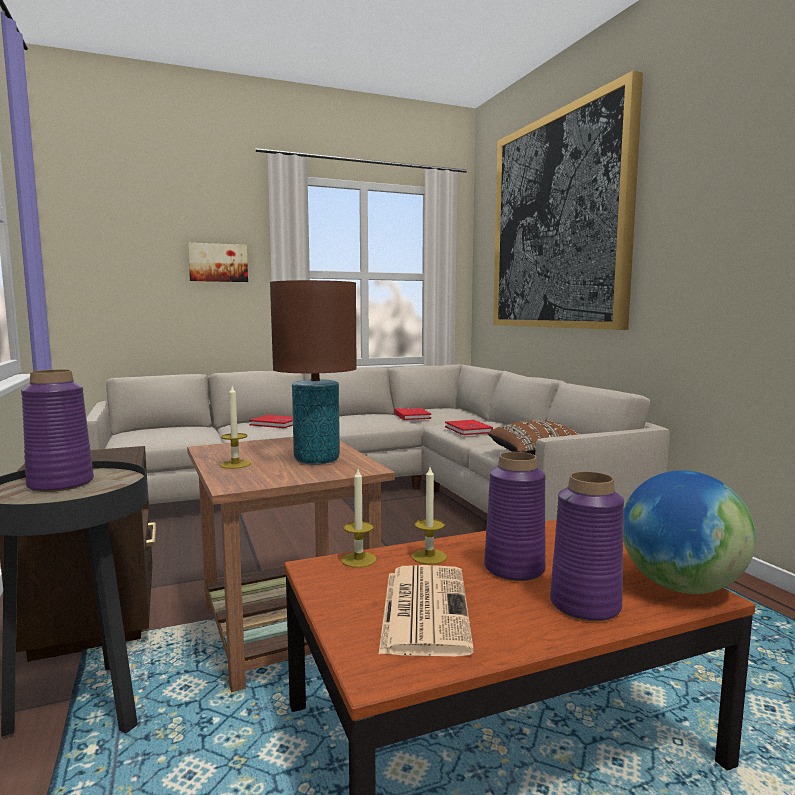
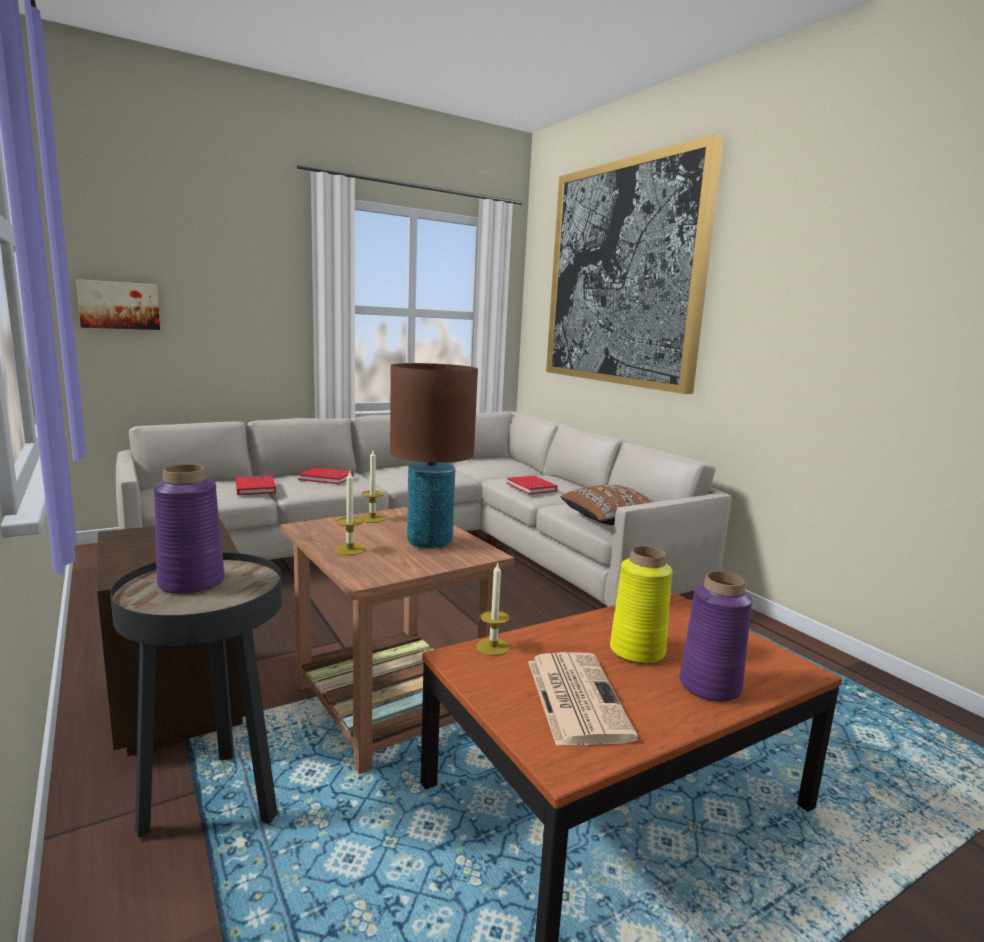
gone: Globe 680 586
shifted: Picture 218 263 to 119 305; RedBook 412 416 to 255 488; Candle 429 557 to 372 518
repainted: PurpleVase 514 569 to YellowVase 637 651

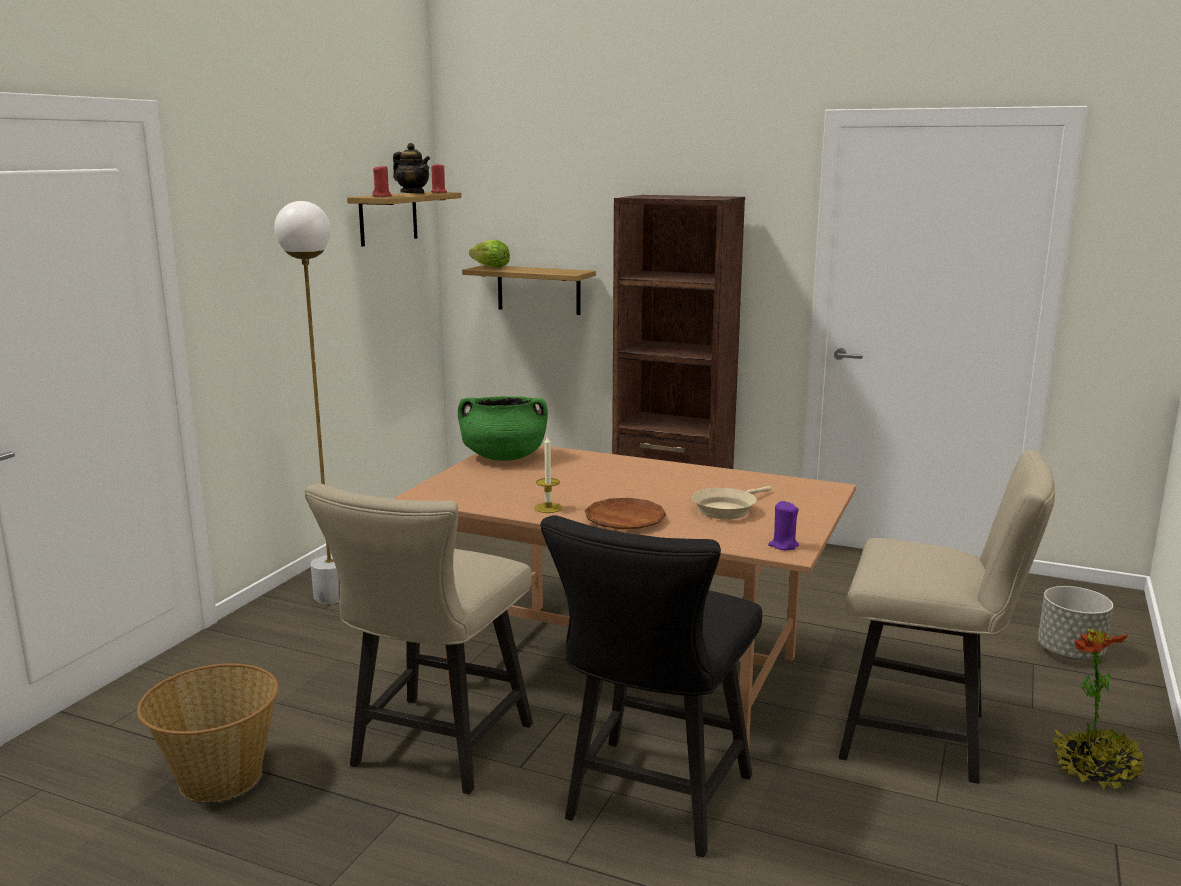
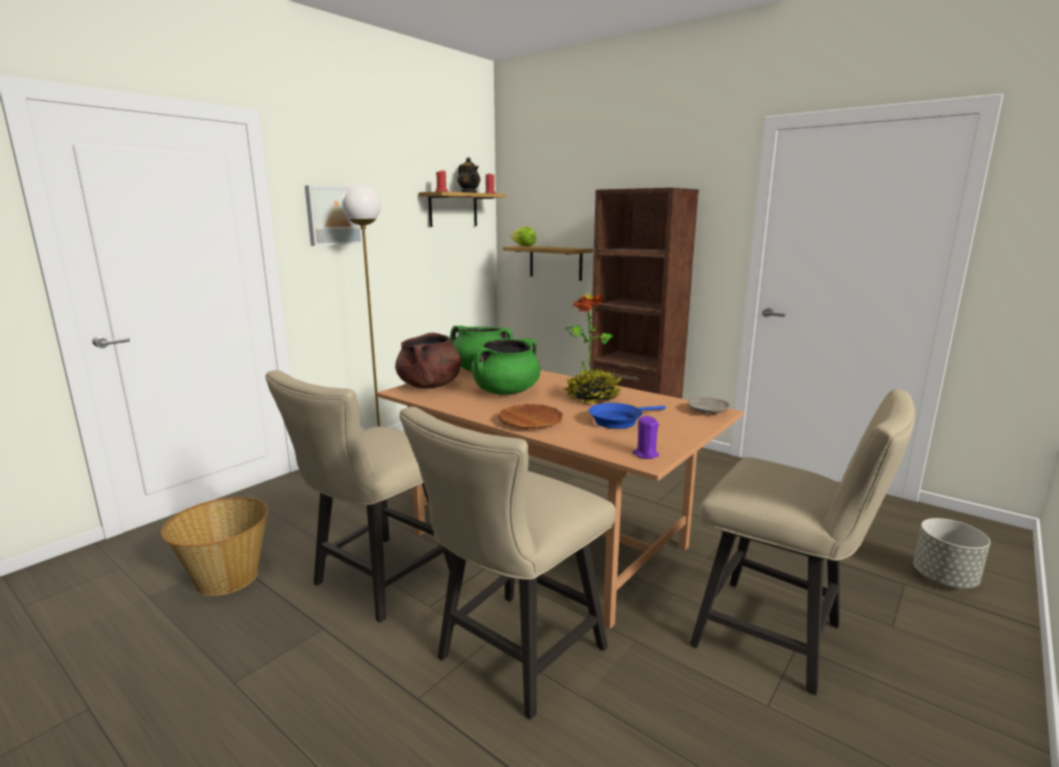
gone: Candle 548 508
new: Picture 333 216; BrownCookingPot 429 385; GreenCookingPot 506 391; BeigePlate 707 411
shifted: PottedPlant 1095 770 to 592 398
repainted: BeigeFryingPan 727 509 to BlueFryingPan 619 421; BlackChair 652 804 to BeigeChair 513 658

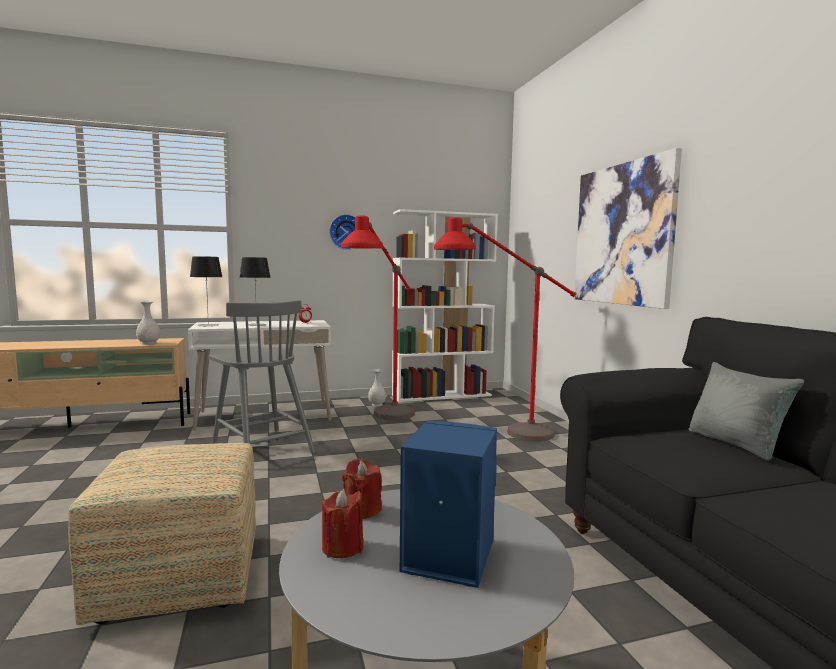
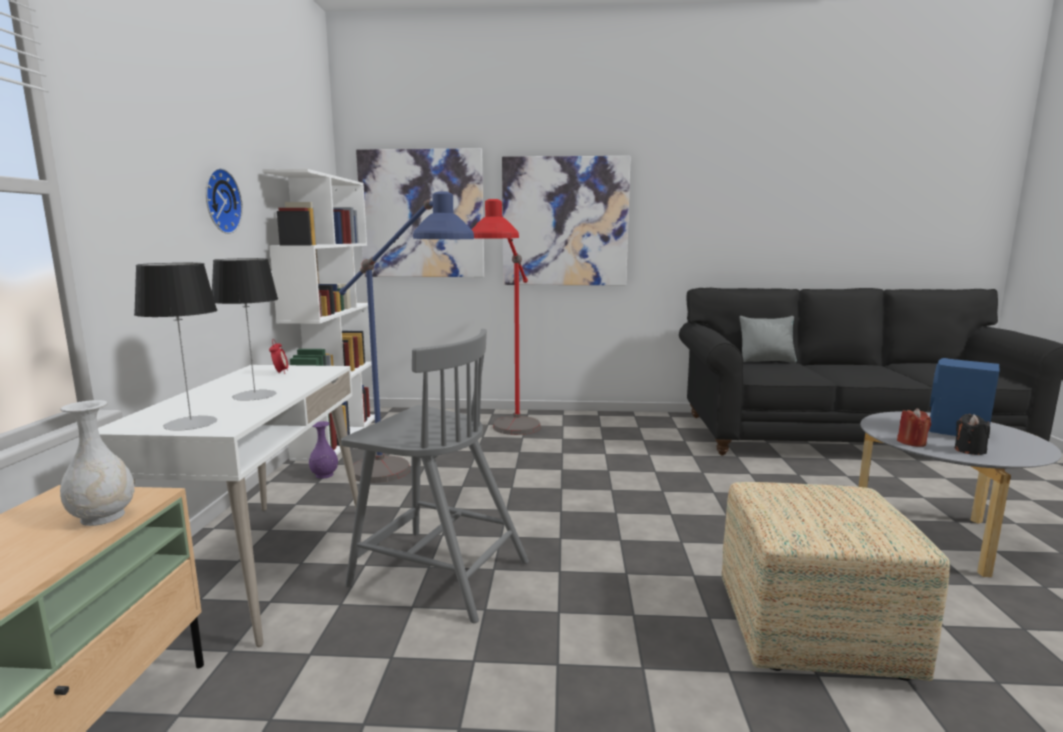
new: Picture 422 214
repainted: RedFloorLamp 382 422 to BlueFloorLamp 407 481; WhiteVase 377 404 to PurpleVase 324 475; RedCandle 342 547 to BlackCandle 969 450
rotated: GreyChair 262 448 = 437 572 45 degrees clockwise

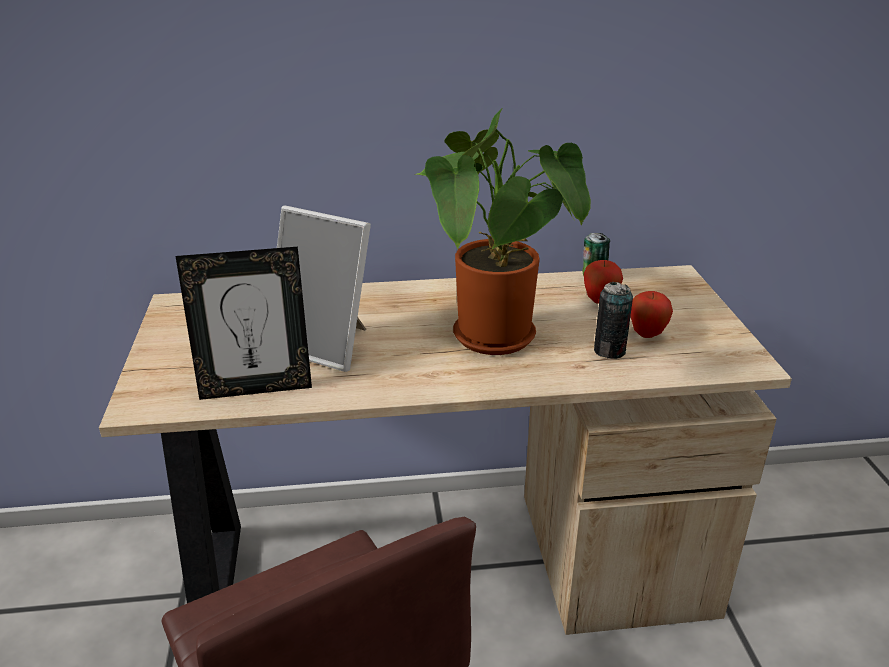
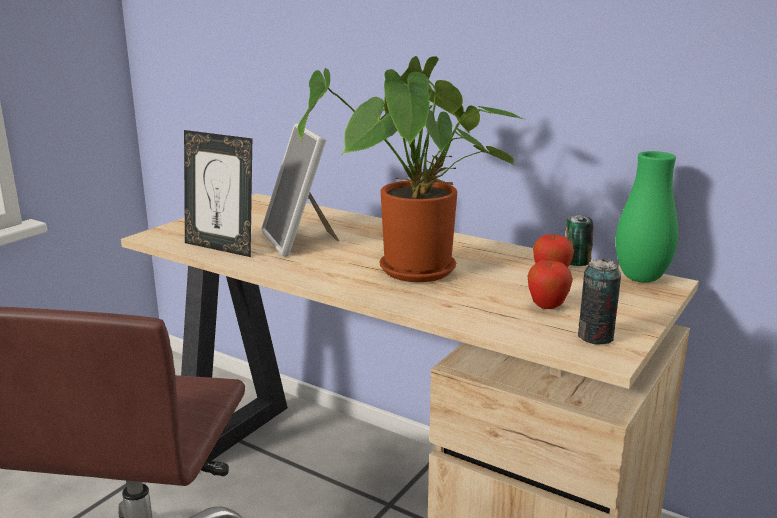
new: GreenVase 641 278
shifted: Can 609 351 to 595 337

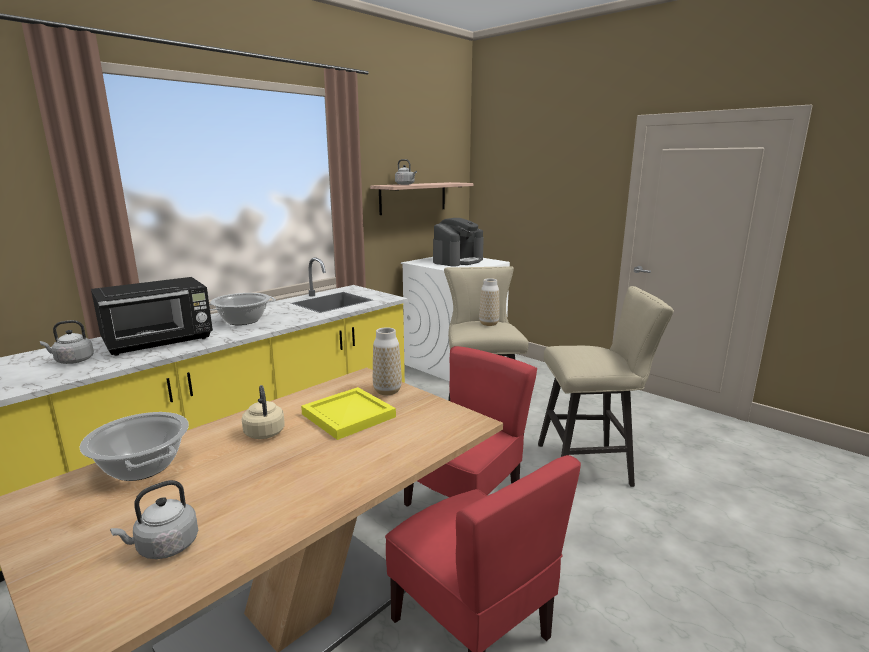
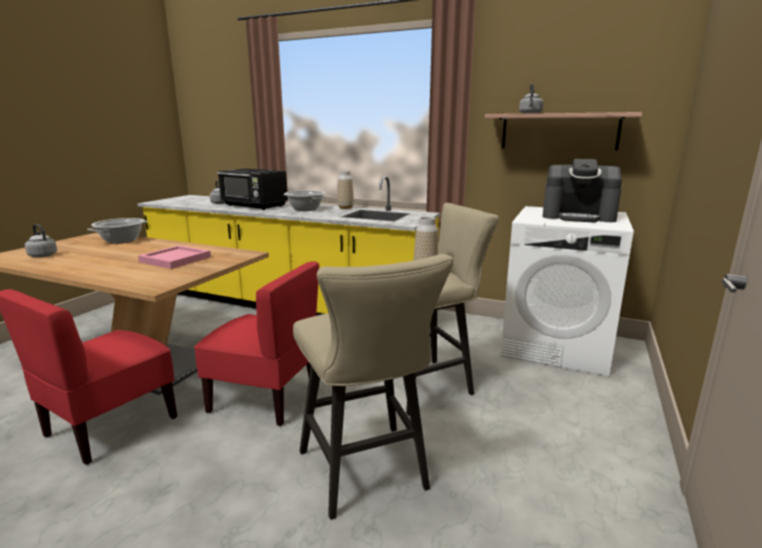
gone: BeigeKettle 264 432
shifted: Vase 387 391 to 345 208
repainted: YellowTray 349 415 to PinkTray 176 259

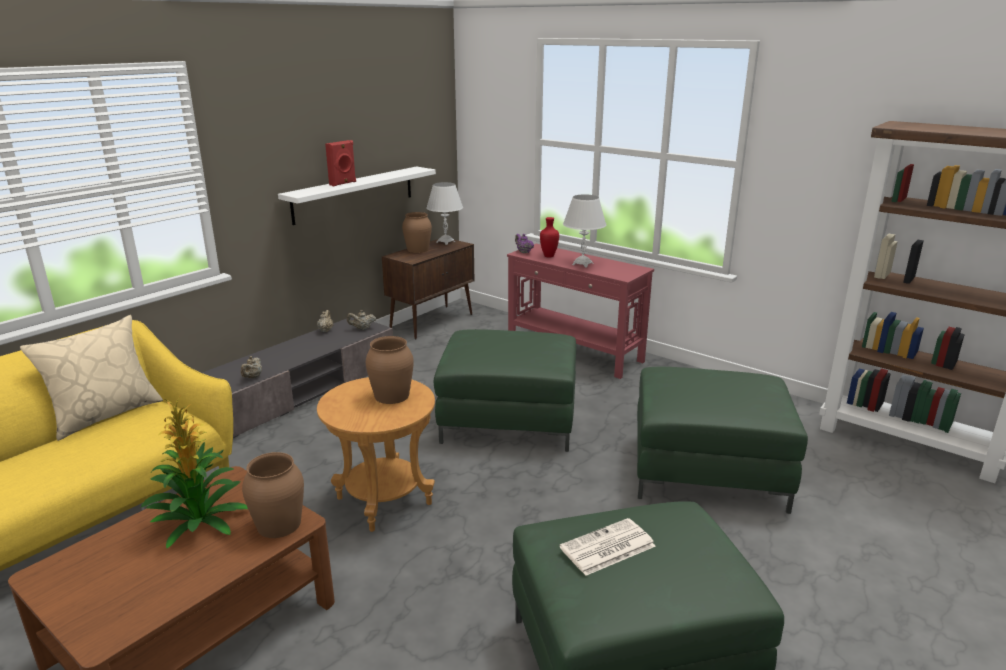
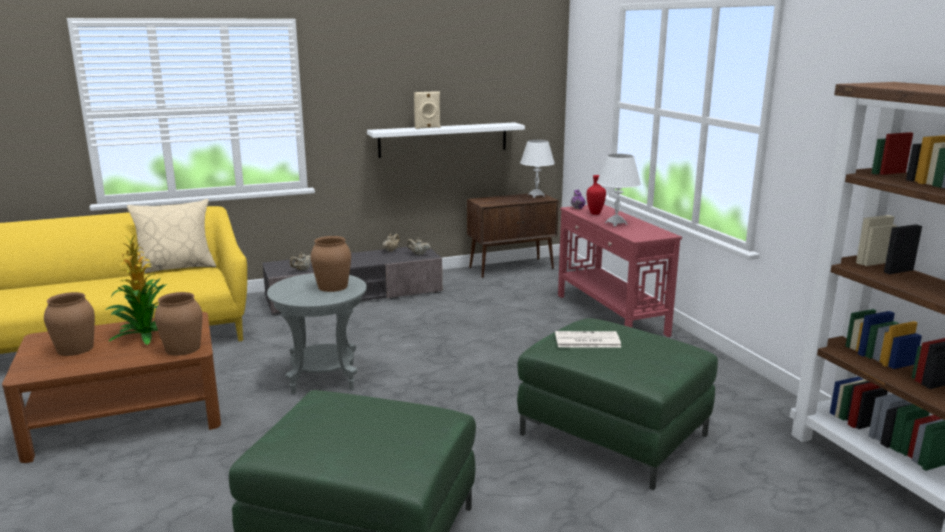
gone: GreenOttoman 508 421
shifted: BrownVase 418 249 to 76 348; Newspaper 607 548 to 586 340
repainted: RedSpeaker 343 183 to BeigeSpeaker 427 128; BrownSideTable 384 500 to GreySideTable 323 378

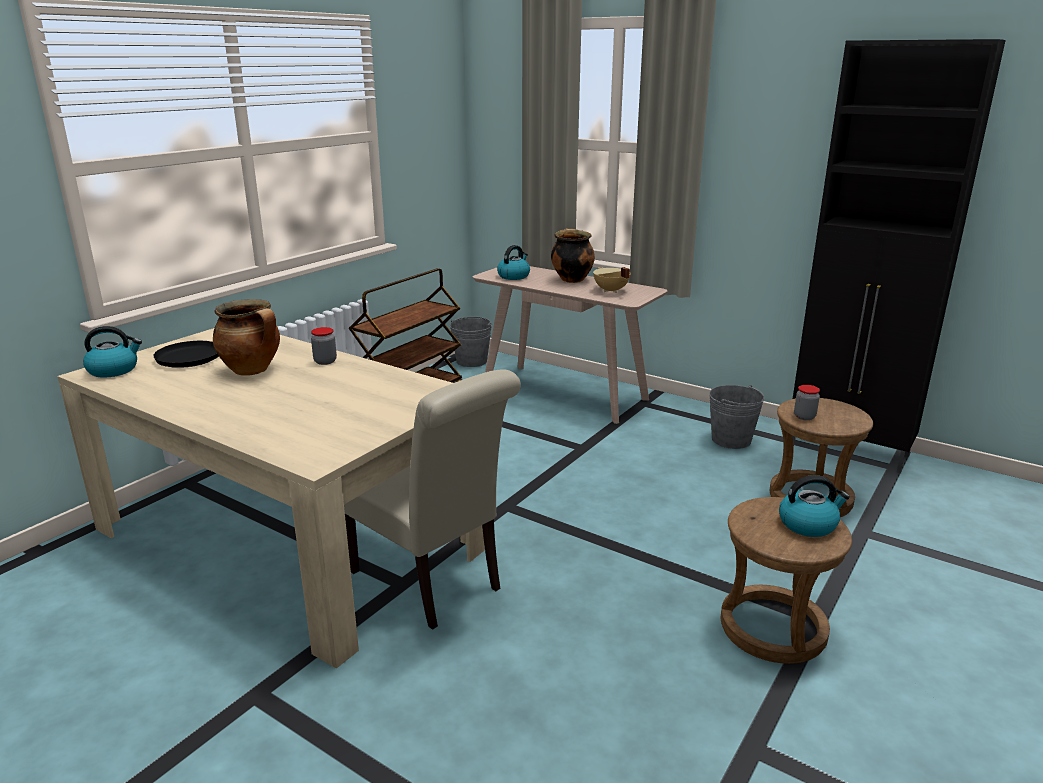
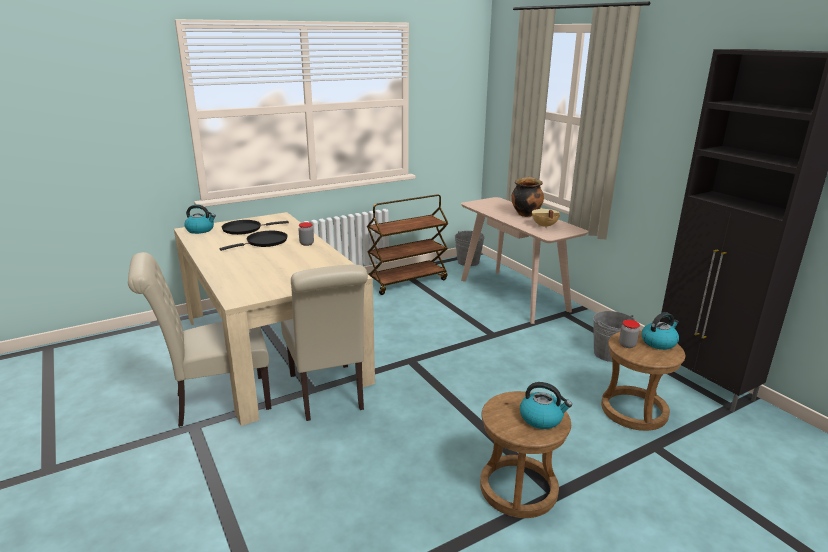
new: BeigeChair 216 401
shifted: Kettle 514 276 to 659 342
swapped: CookingPot 253 370 to BlackFryingPan 264 242

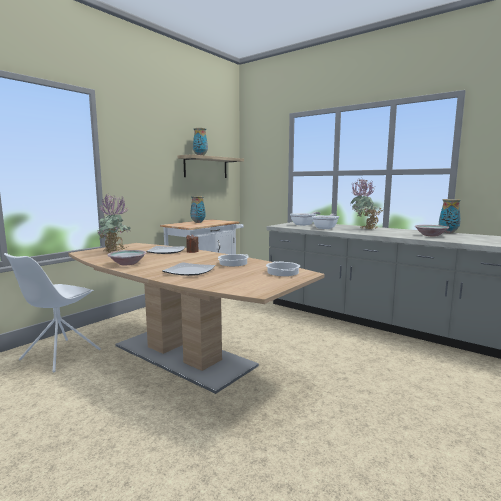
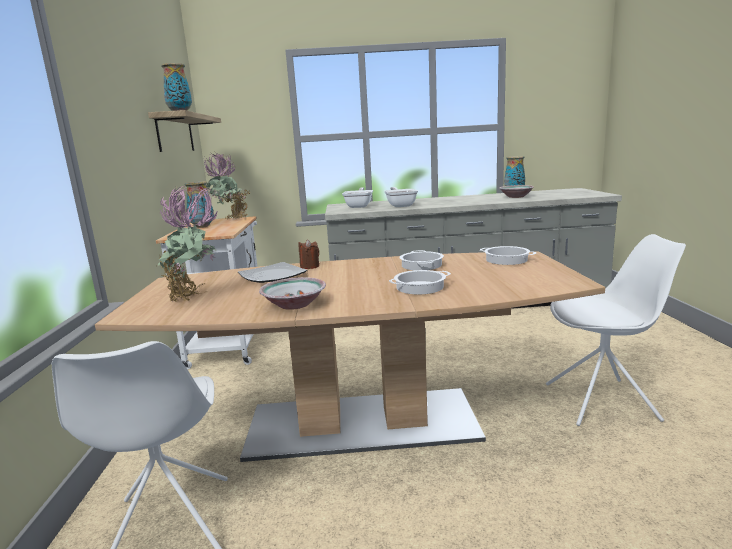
new: WhiteChair 602 402
shifted: PottedPlant 364 229 to 231 220
swapped: Plate 189 271 to CookingPot 420 287

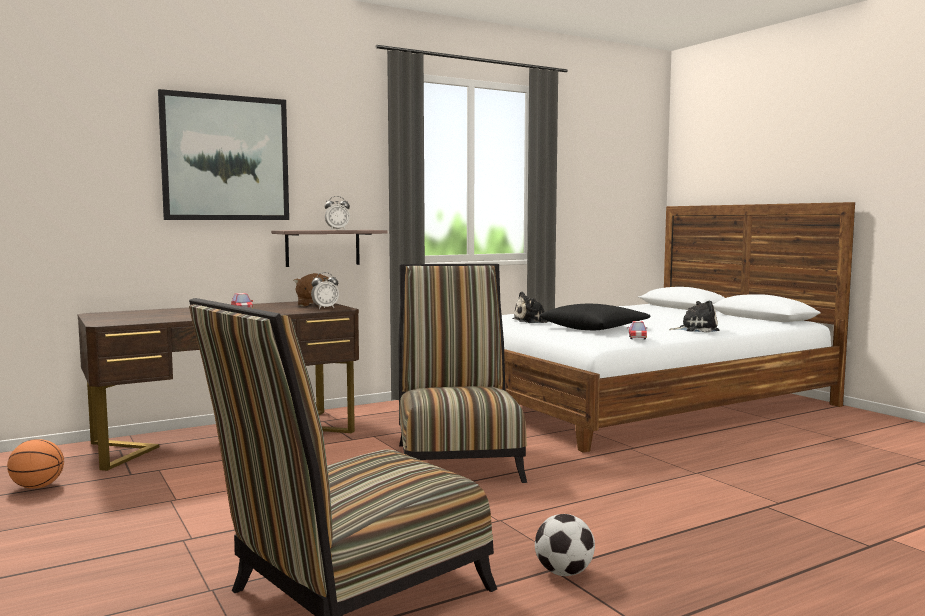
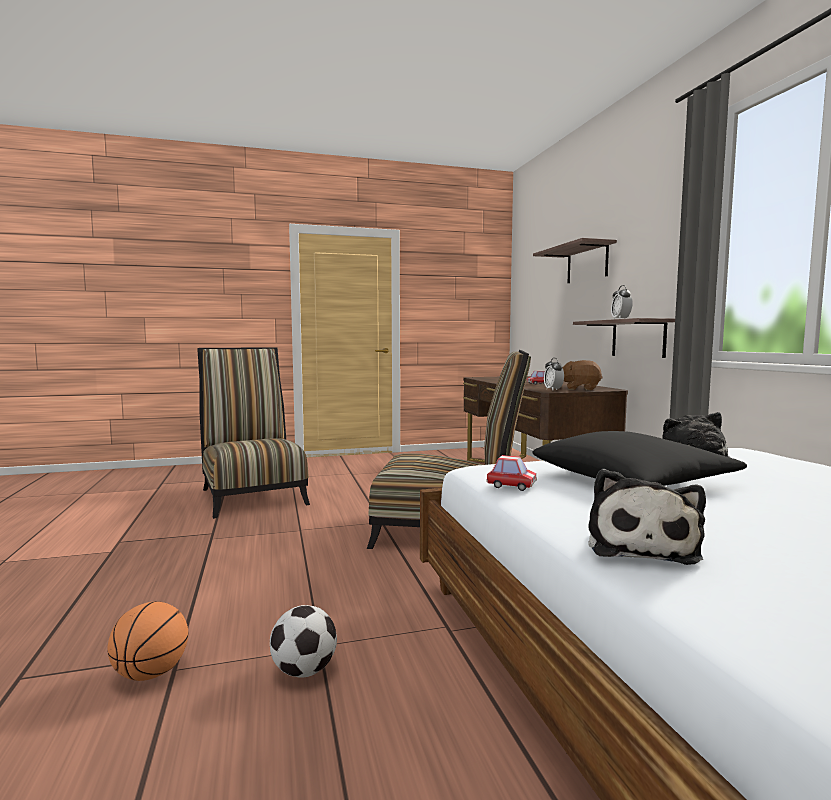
shifted: Basketball 37 487 to 151 673; Football 564 573 to 304 671
swapped: Picture 225 158 to Shelf 587 264

